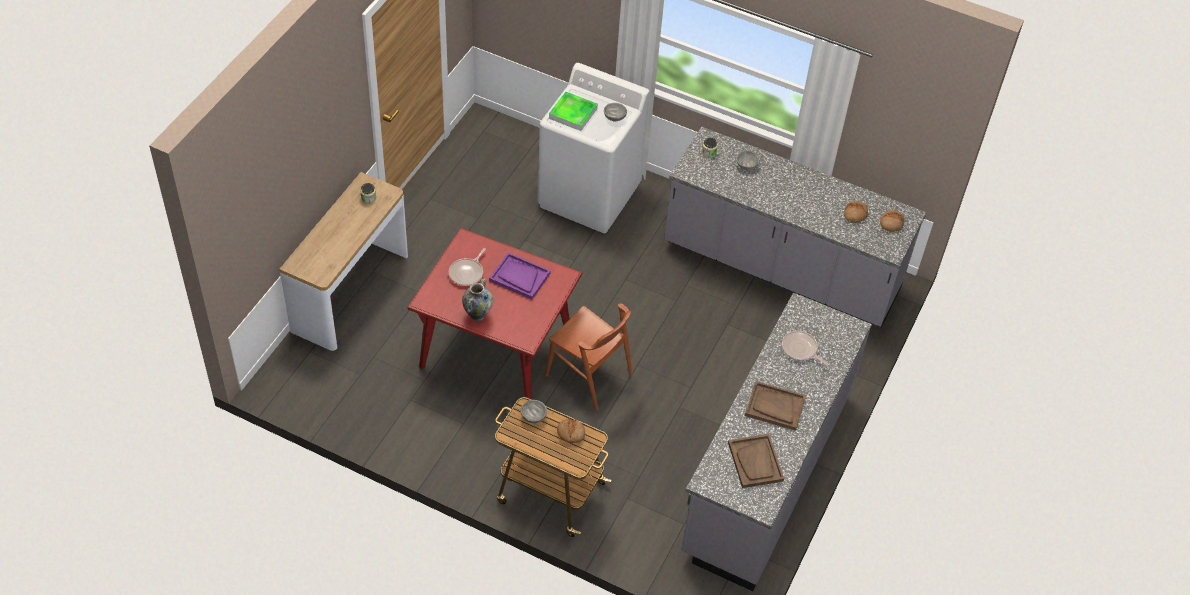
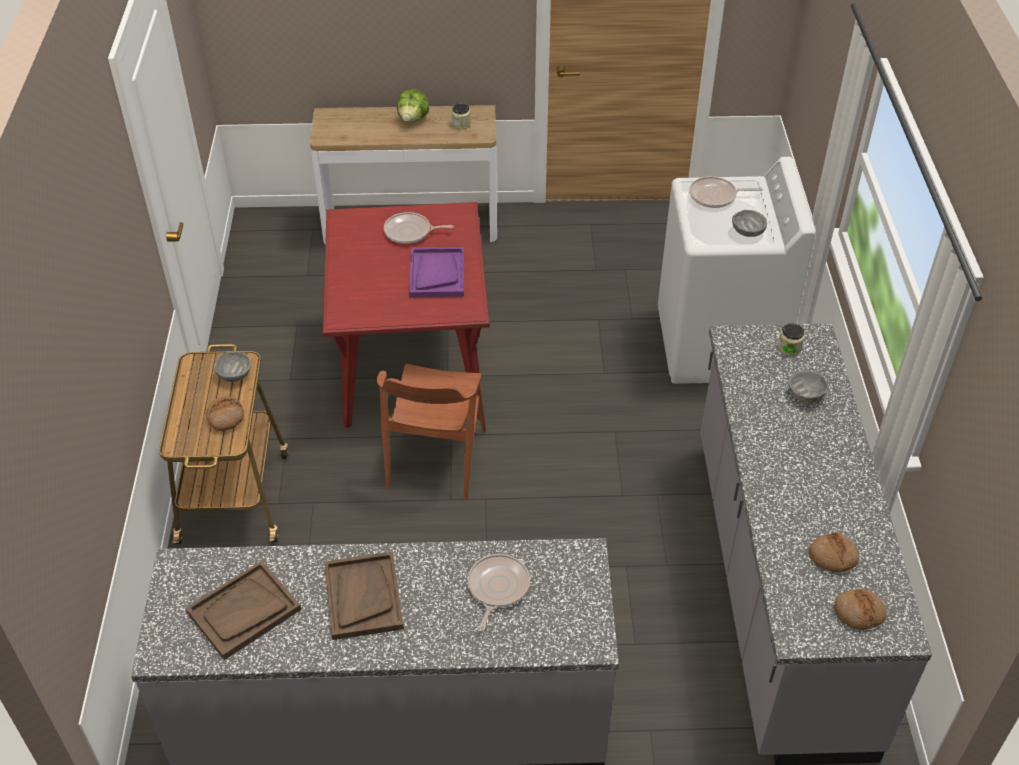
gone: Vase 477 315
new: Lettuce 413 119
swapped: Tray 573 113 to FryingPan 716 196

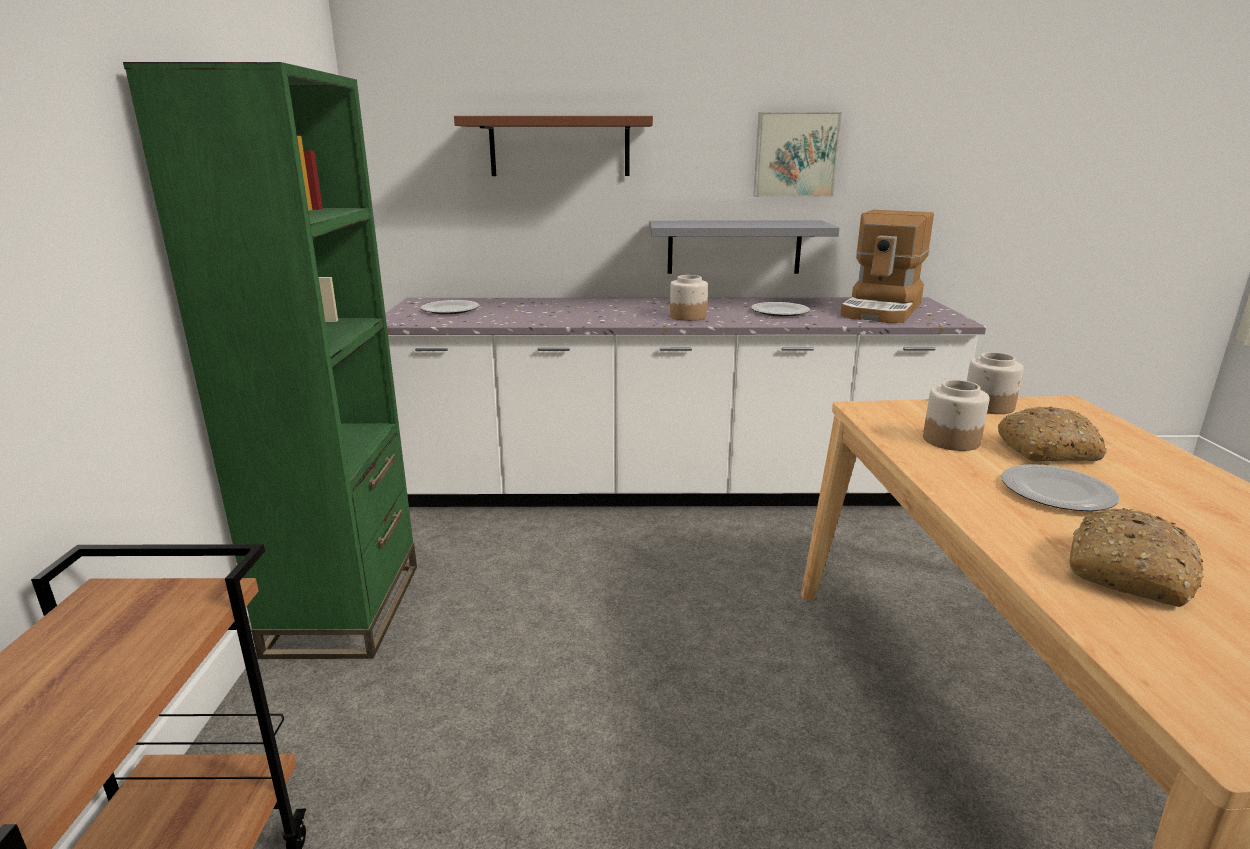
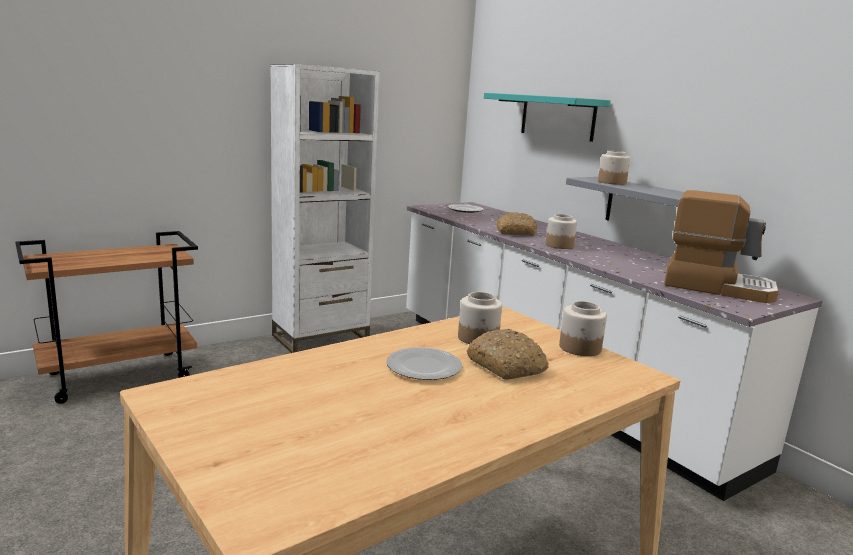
gone: Picture 795 155; Plate 779 312
new: Jar 612 182
shifted: Bread 1126 571 to 516 232
repainted: GreenBookcase 345 608 to WhiteBookcase 321 338; BrownShelf 559 147 to TurquoiseShelf 557 117
rotated: CoffeeMachine 883 310 = 717 287 150 degrees counterclockwise

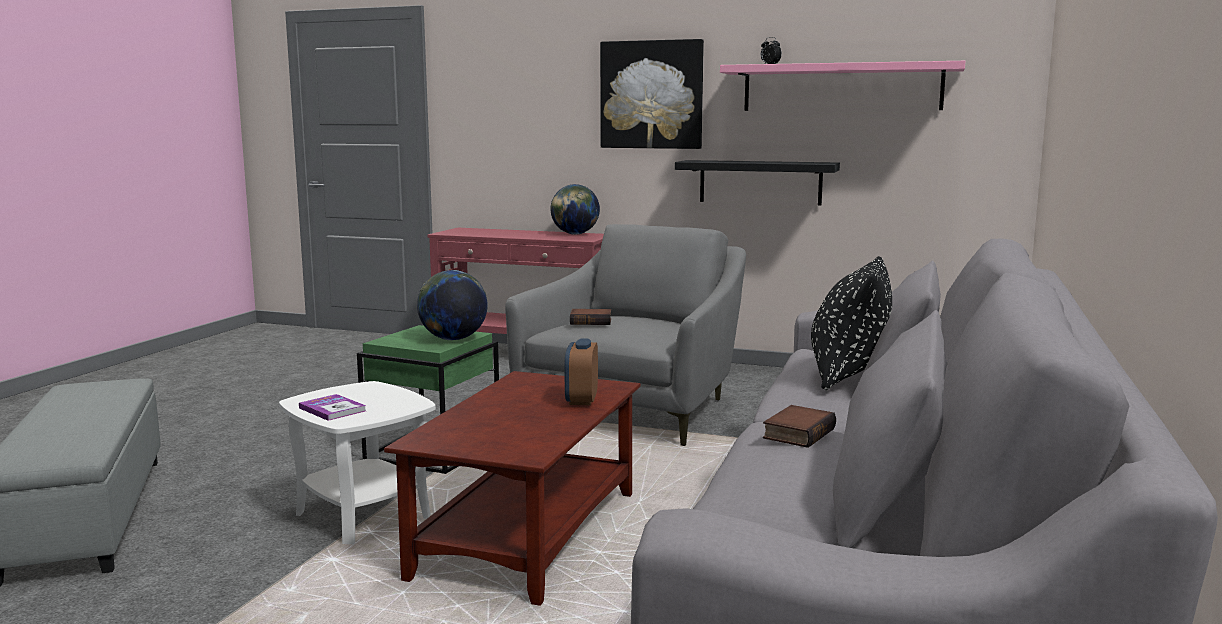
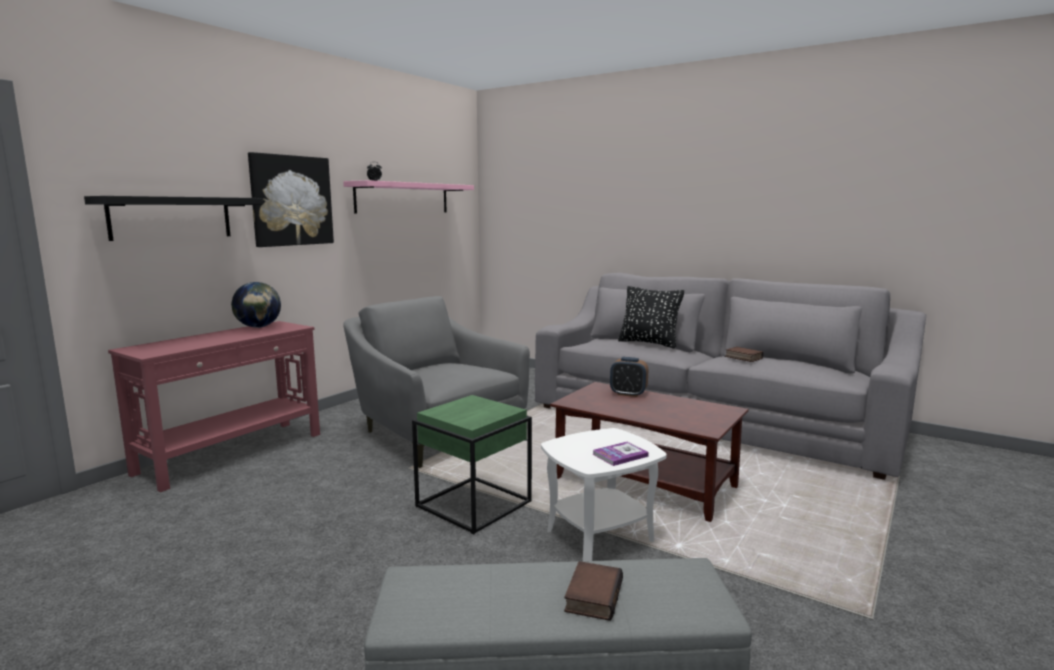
gone: Globe 453 339
shifted: BlackShelf 760 182 to 171 218; Book 591 321 to 592 595

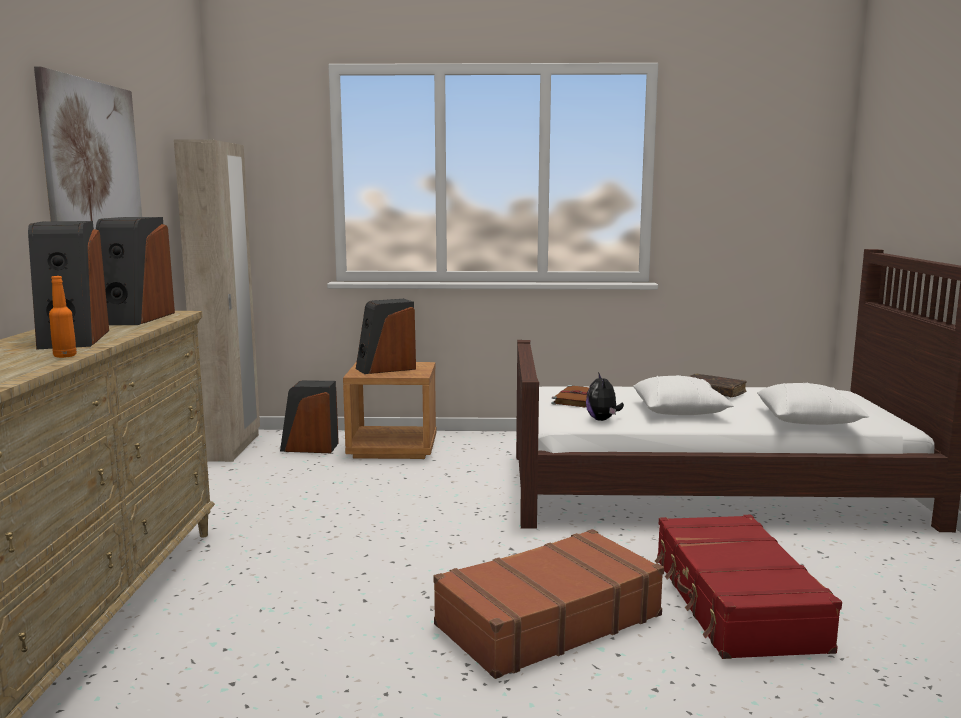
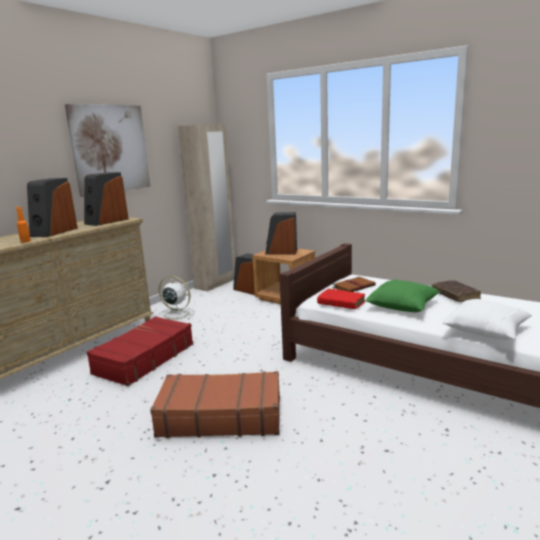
new: WhiteFan 175 314
shifted: RedSuitcase 735 603 to 144 359
swapped: PlushToy 603 420 to RedBook 341 303
repainted: WhitePillow 680 411 to GreenPillow 402 306

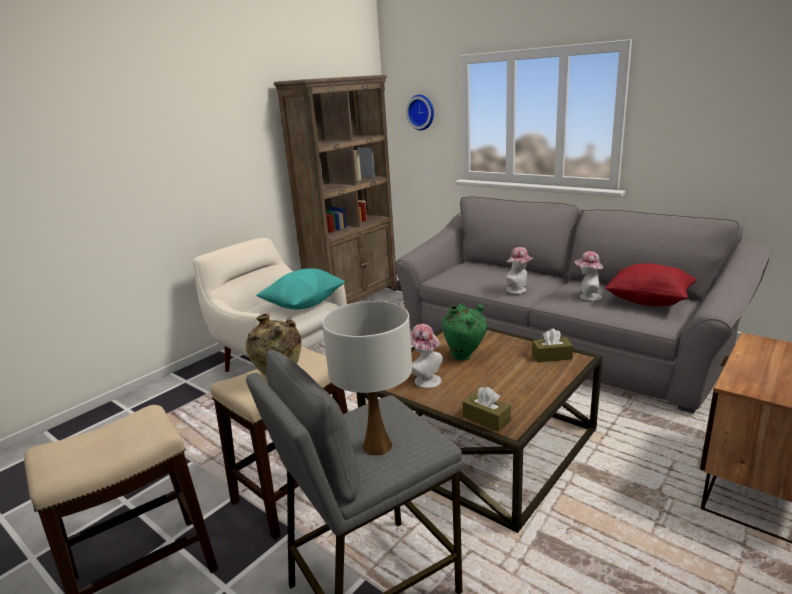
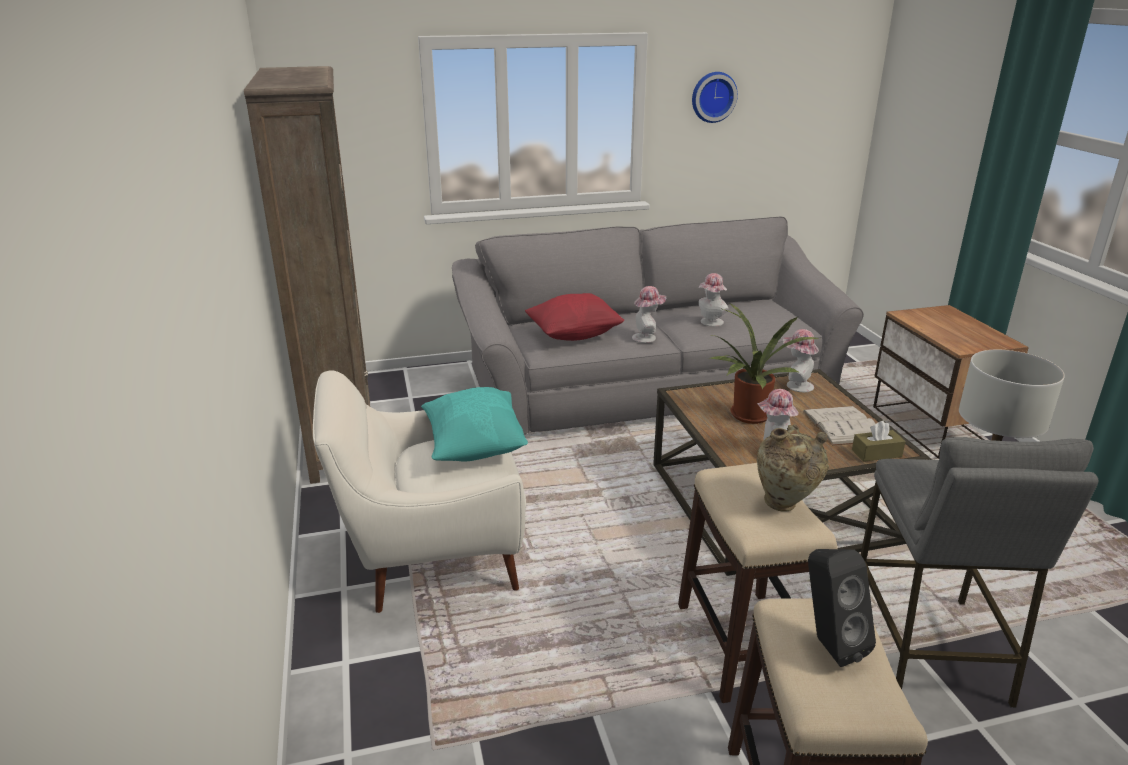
new: WhiteBook 842 426; BlackSpeaker 828 644
shifted: WallClock 421 112 to 713 96; RedPillow 649 301 to 574 335
swapped: GreenVase 464 357 to PottedPlant 748 417; BrownTissueBox 551 356 to Hat 796 385

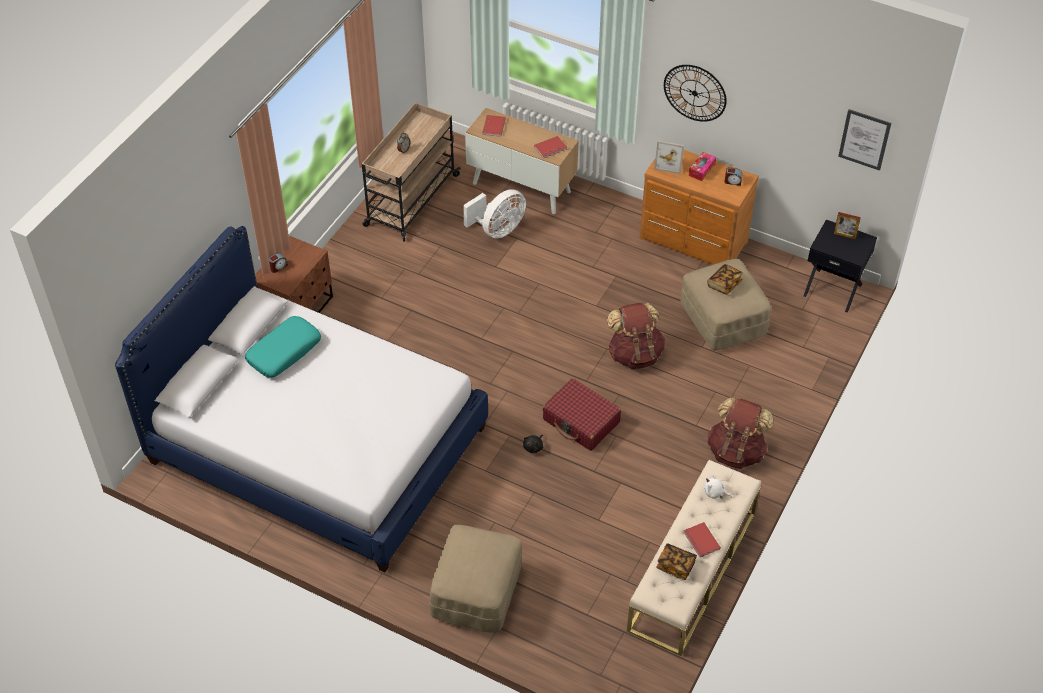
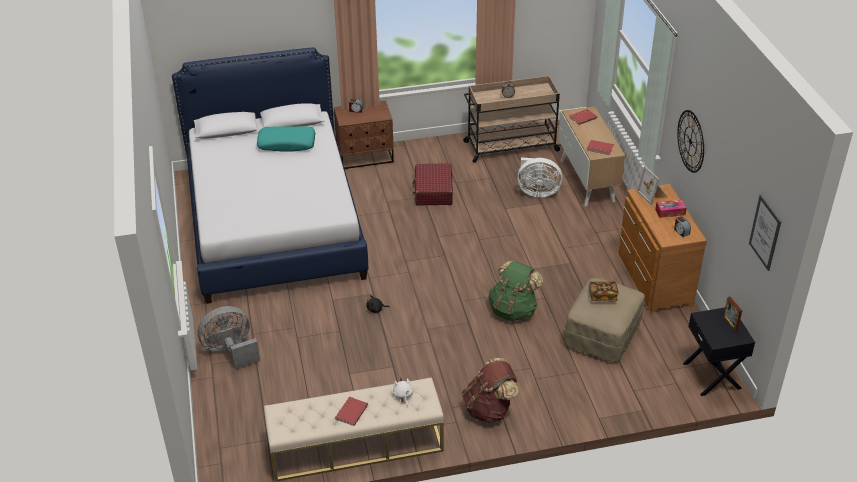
gone: Book 675 566
shifted: RedSuitcase 581 421 to 433 191
swapped: BeigeOttoman 477 592 to GreyFan 231 351
repainted: BrownBackpack 635 354 to GreenBackpack 513 310

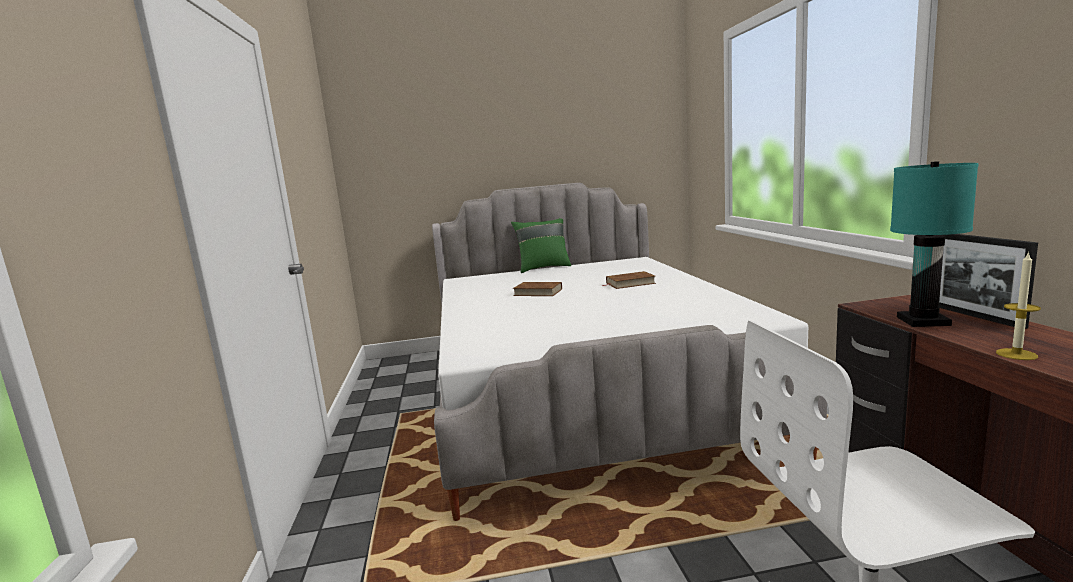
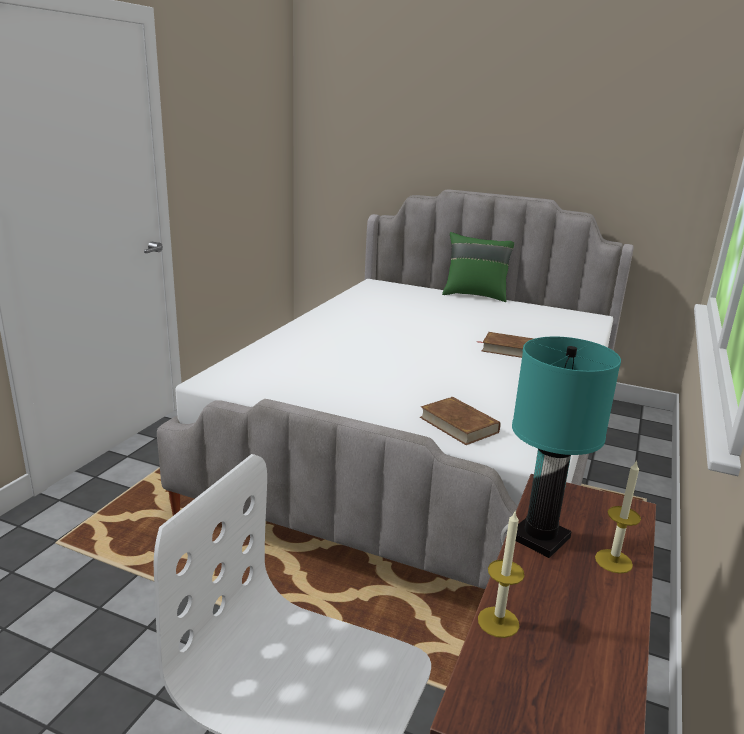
shifted: BrownBook 537 292 to 458 424
swapped: PictureFrame 974 315 to Candle 613 561

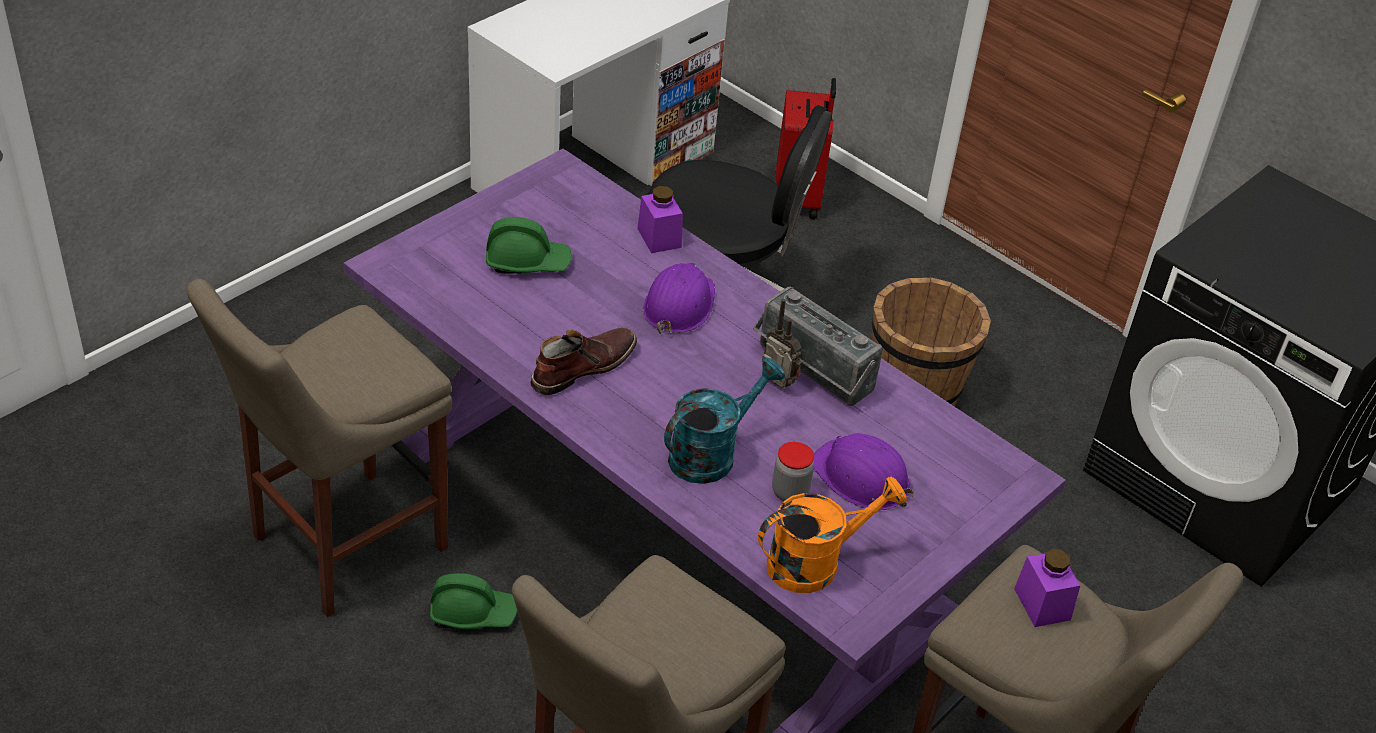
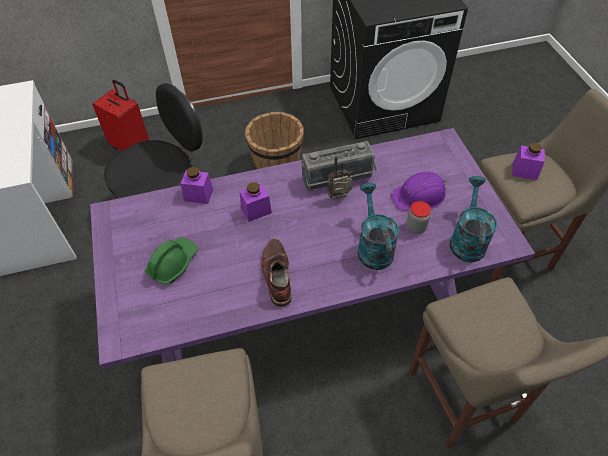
gone: GreenHardHat 472 612
swapped: PurpleHardHat 679 305 to PurpleJar 256 210
repainted: OrangeWateringCan 815 562 to TurquoiseWateringCan 467 239

